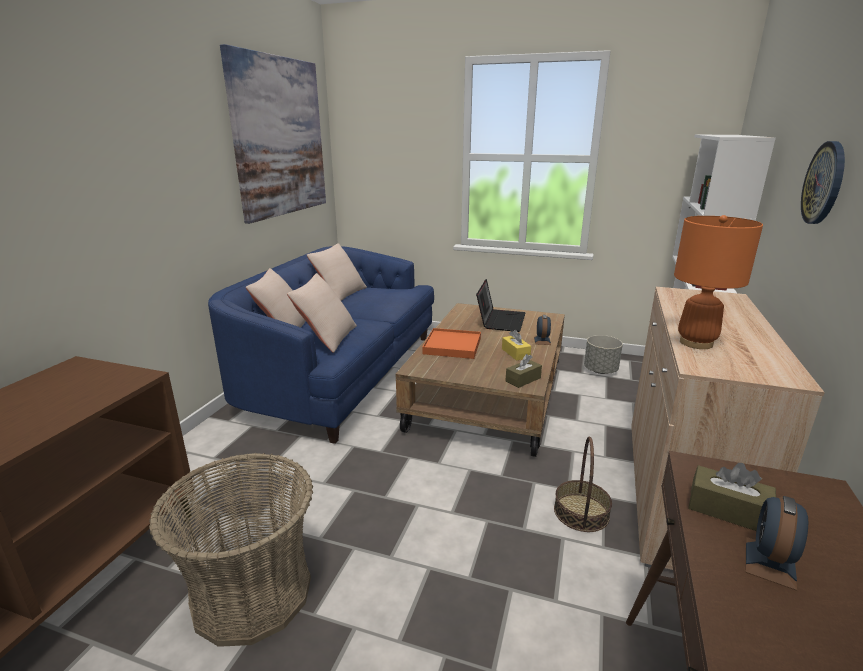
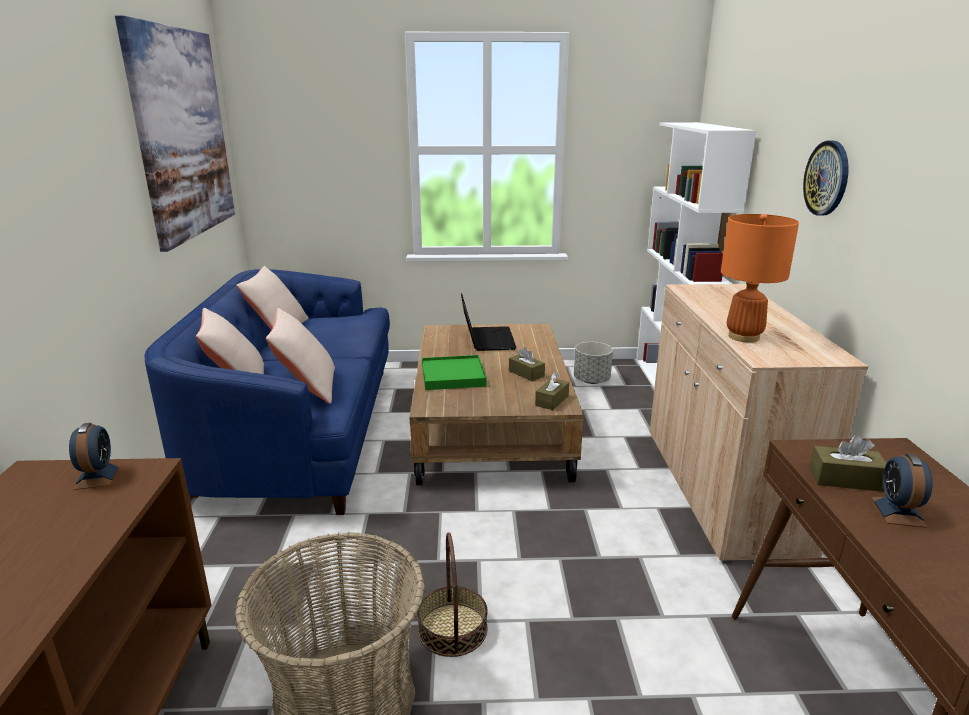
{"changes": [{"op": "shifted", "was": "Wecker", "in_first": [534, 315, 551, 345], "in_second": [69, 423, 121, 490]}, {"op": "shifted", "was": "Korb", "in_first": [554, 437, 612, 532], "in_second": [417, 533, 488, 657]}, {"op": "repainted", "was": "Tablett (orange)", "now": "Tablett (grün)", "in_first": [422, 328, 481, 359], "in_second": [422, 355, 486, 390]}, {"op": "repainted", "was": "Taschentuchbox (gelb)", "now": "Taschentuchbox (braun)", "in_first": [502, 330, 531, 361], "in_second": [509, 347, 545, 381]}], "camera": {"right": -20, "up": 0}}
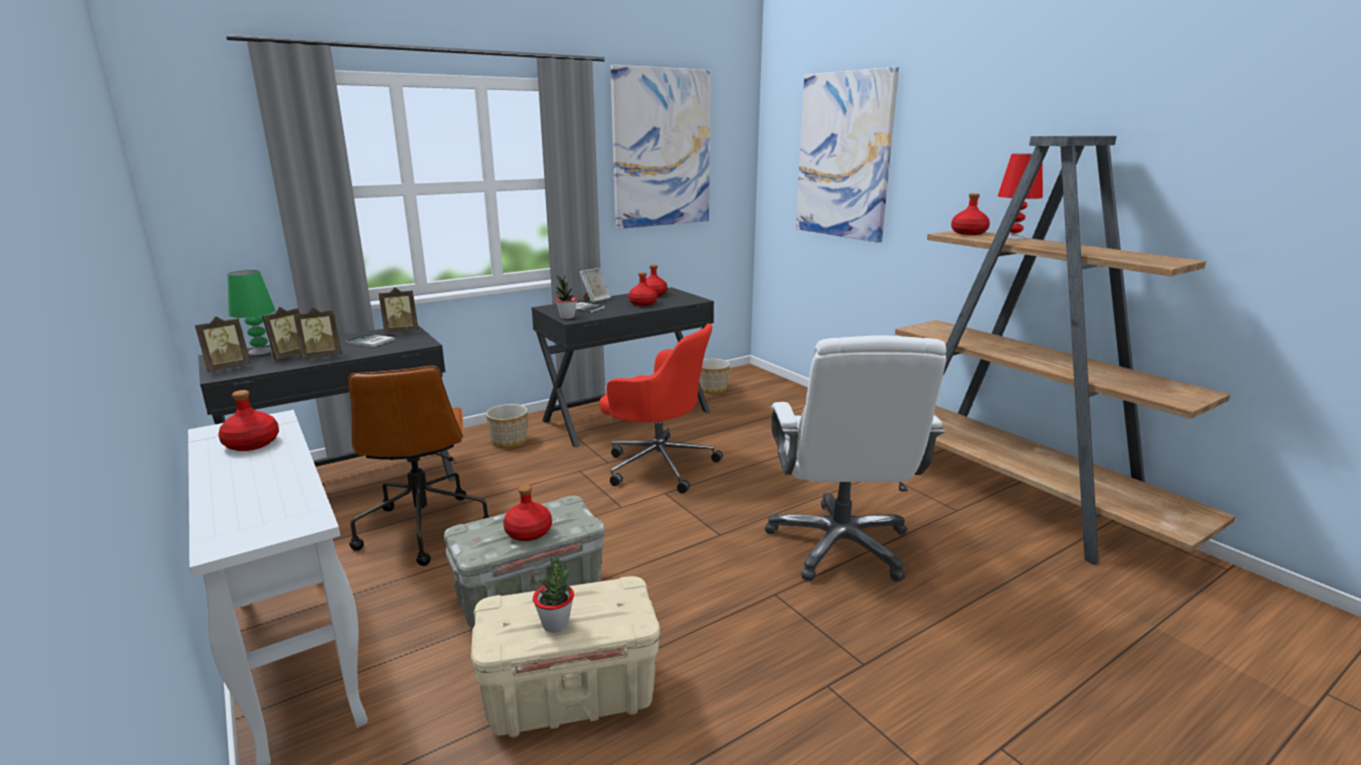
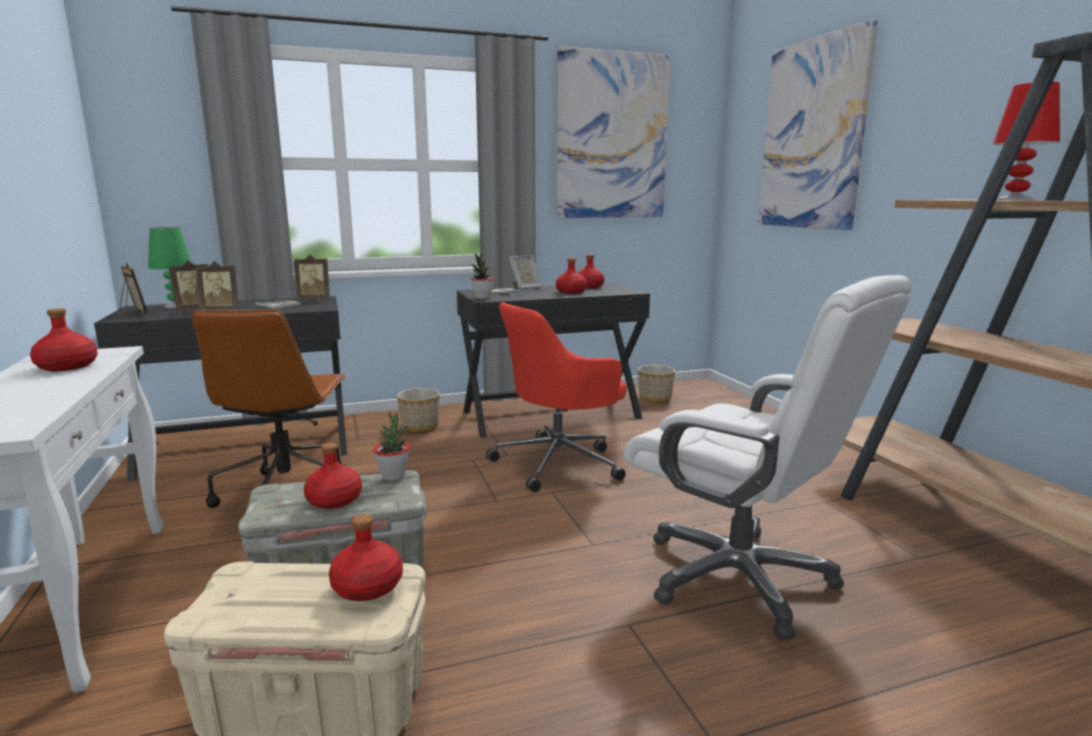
{"changes": [{"op": "shifted", "was": "Topfpflanze", "in_first": [533, 556, 574, 633], "in_second": [373, 412, 409, 480]}, {"op": "shifted", "was": "Flasche (rot)", "in_first": [951, 193, 990, 235], "in_second": [329, 514, 403, 601]}, {"op": "rotated", "was": "Bilderrahmen", "in_first": [195, 316, 251, 372], "in_second": [119, 263, 148, 317], "clockwise": -105}, {"op": "rotated", "was": "Bürostuhl (rot)", "in_first": [599, 323, 723, 493], "in_second": [486, 302, 627, 492], "clockwise": 105}, {"op": "rotated", "was": "Bürostuhl (weiß)", "in_first": [765, 335, 946, 582], "in_second": [624, 275, 912, 640], "clockwise": -60}], "camera": {"right": 15, "up": -5}}
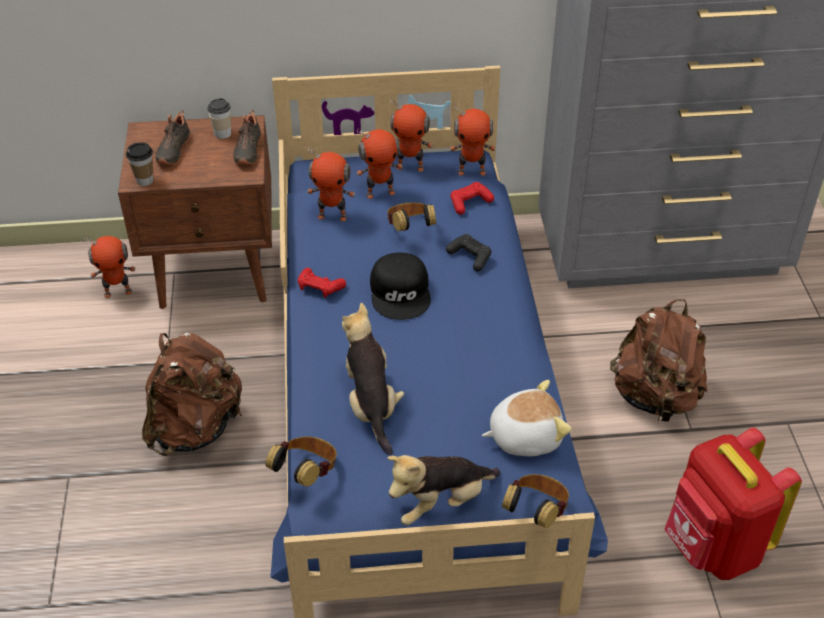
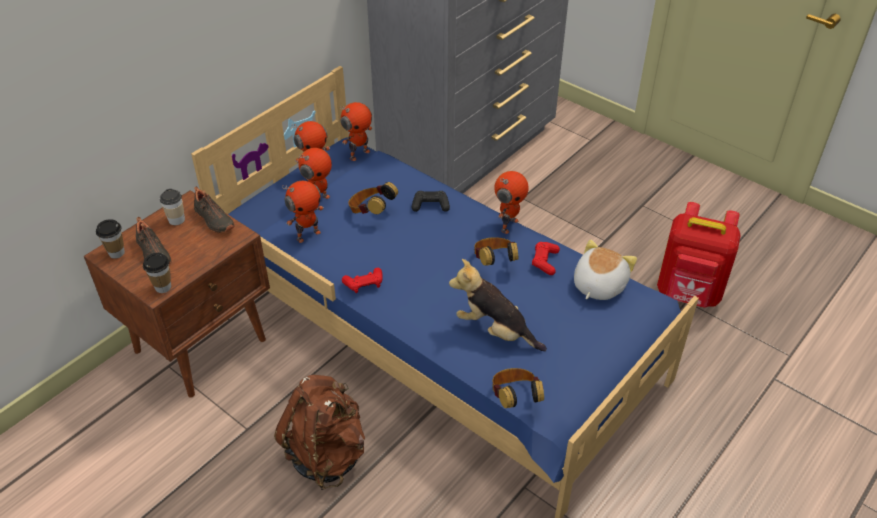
{"changes": [{"op": "gone", "was": "Kappe (schwarz)", "in_first": [370, 252, 431, 320]}, {"op": "gone", "was": "Plüschtier", "in_first": [388, 455, 501, 525]}, {"op": "gone", "was": "Rucksack (braun)", "in_first": [610, 299, 707, 423]}, {"op": "new", "now": "Tasse", "in_second": [96, 219, 125, 259]}, {"op": "shifted", "was": "Spielzeugroboter", "in_first": [84, 236, 135, 298], "in_second": [494, 171, 529, 234]}, {"op": "shifted", "was": "Gamepad (rot)", "in_first": [450, 182, 494, 215], "in_second": [532, 242, 560, 275]}, {"op": "shifted", "was": "Kopfhörer", "in_first": [502, 474, 569, 528], "in_second": [474, 237, 518, 265]}], "camera": {"right": -45, "up": 0}}
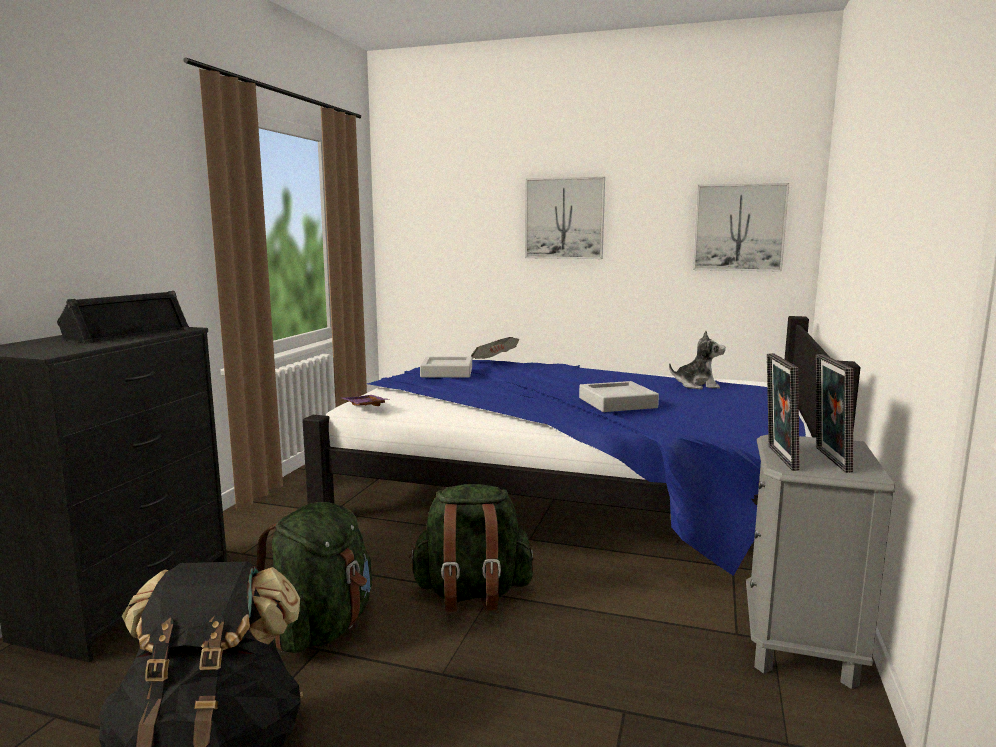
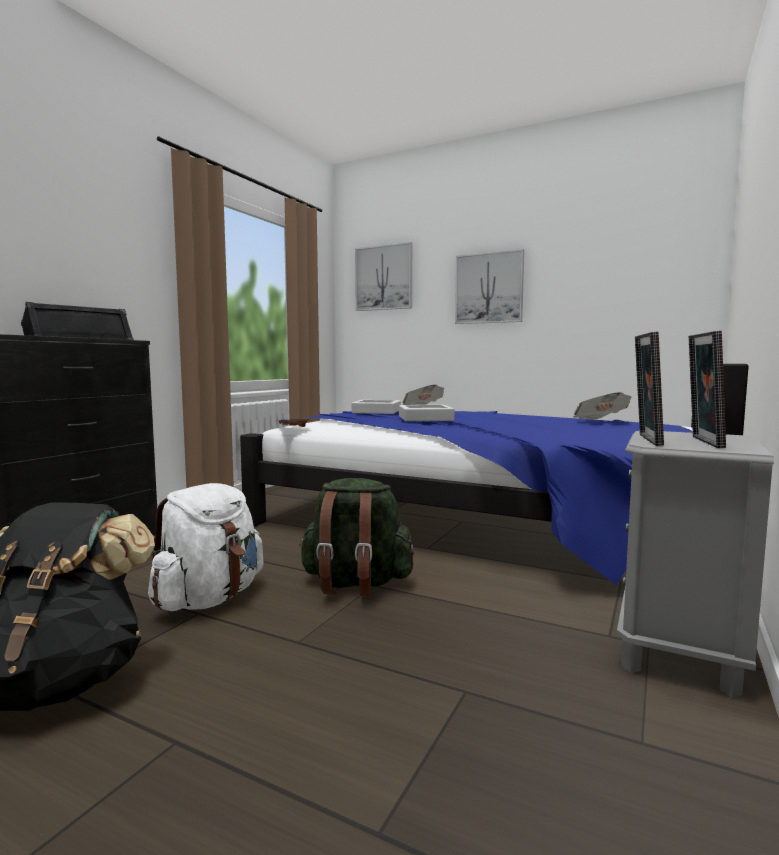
{"changes": [{"op": "shifted", "was": "Tablett (grau)", "in_first": [579, 381, 659, 412], "in_second": [399, 405, 454, 421]}, {"op": "shifted", "was": "Bild", "in_first": [693, 183, 789, 272], "in_second": [355, 242, 412, 311]}, {"op": "swapped", "was": "Plüschtier", "now": "Zeitung", "in_first": [669, 331, 726, 389], "in_second": [573, 392, 632, 420]}, {"op": "repainted", "was": "Rucksack (grün)", "now": "Rucksack (weiß)", "in_first": [256, 502, 372, 653], "in_second": [148, 483, 263, 611]}], "camera": {"right": 10, "up": -5}}
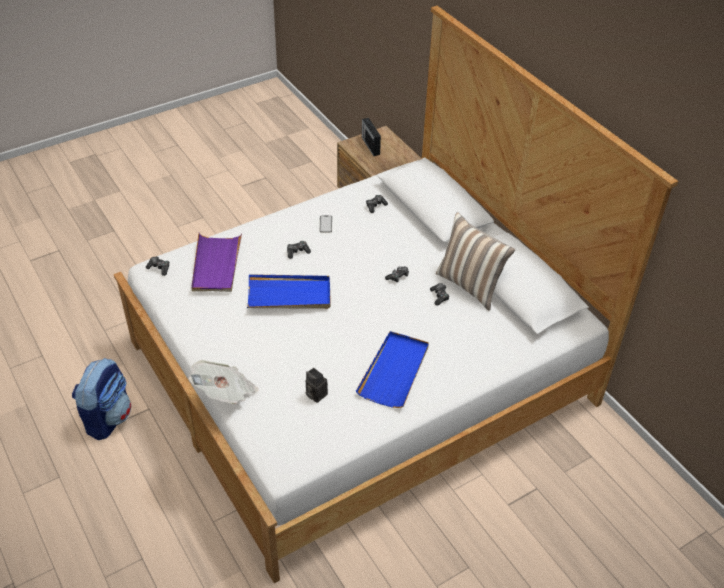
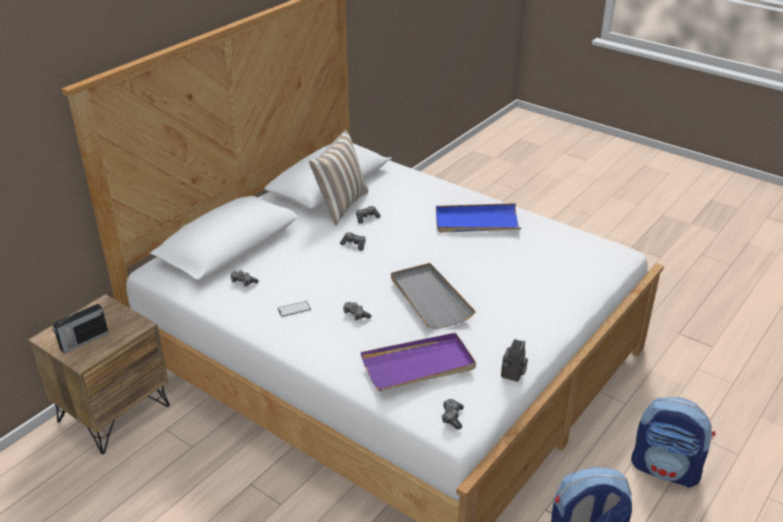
{"changes": [{"op": "gone", "was": "Zeitung", "in_first": [188, 360, 258, 404]}, {"op": "new", "now": "Rucksack", "in_second": [631, 397, 715, 488]}, {"op": "shifted", "was": "Kamera", "in_first": [306, 368, 328, 403], "in_second": [501, 339, 528, 382]}, {"op": "repainted", "was": "Tablett (blau)", "now": "Tablett (grau)", "in_first": [247, 274, 330, 309], "in_second": [391, 263, 476, 329]}], "camera": {"right": -110, "up": -10}}
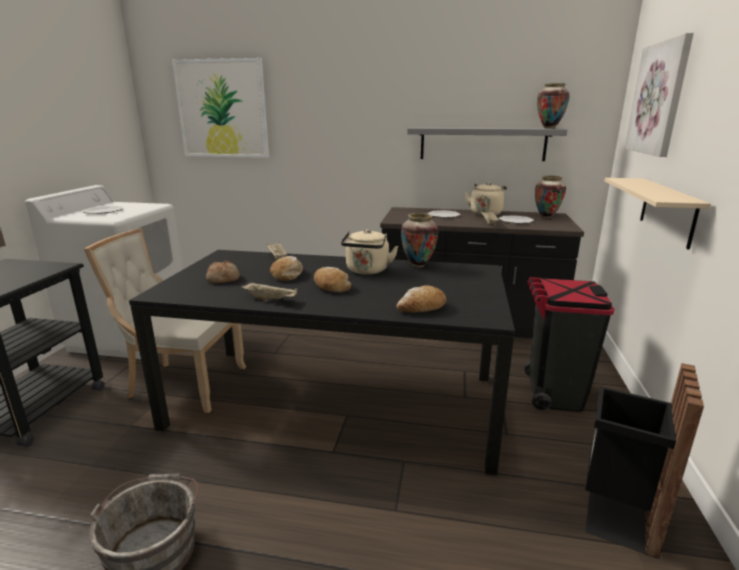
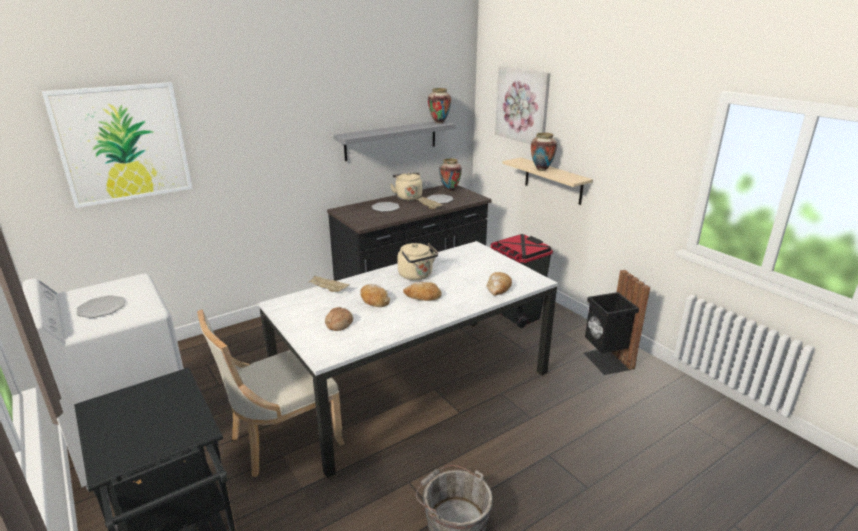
{"changes": [{"op": "gone", "was": "Tablett (beige)", "in_first": [241, 282, 298, 301]}, {"op": "shifted", "was": "Vase", "in_first": [401, 213, 438, 268], "in_second": [531, 132, 557, 171]}, {"op": "repainted", "was": "Esstisch (schwarz)", "now": "Esstisch (weiß)", "in_first": [129, 250, 515, 476], "in_second": [259, 241, 558, 479]}], "camera": {"right": -45, "up": 5}}
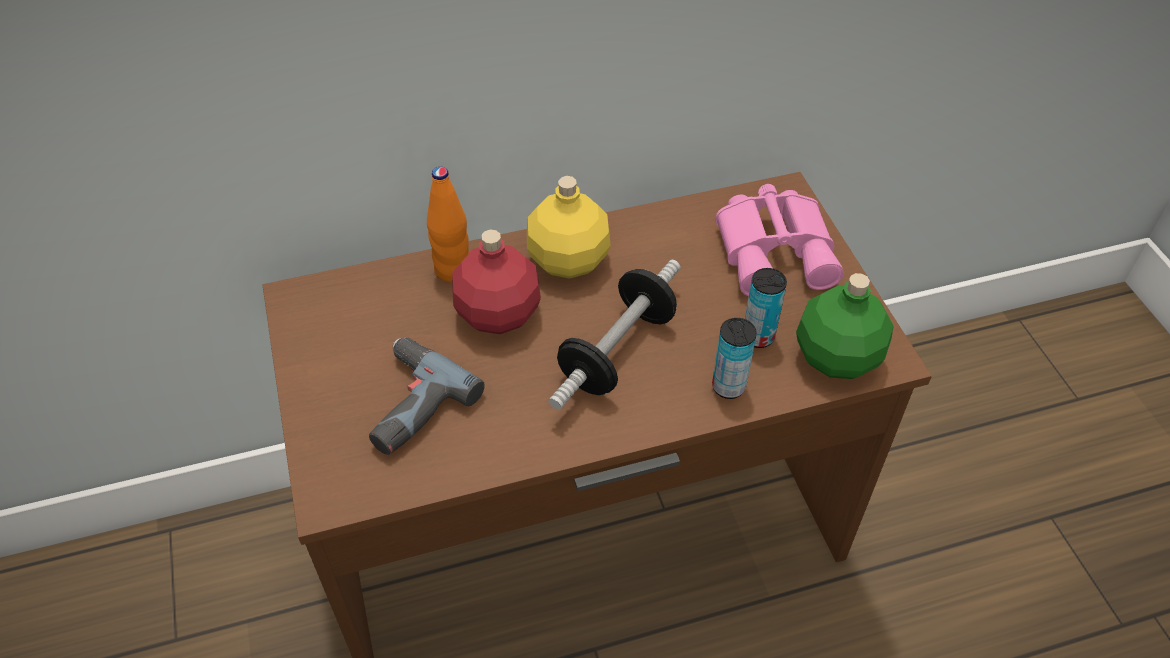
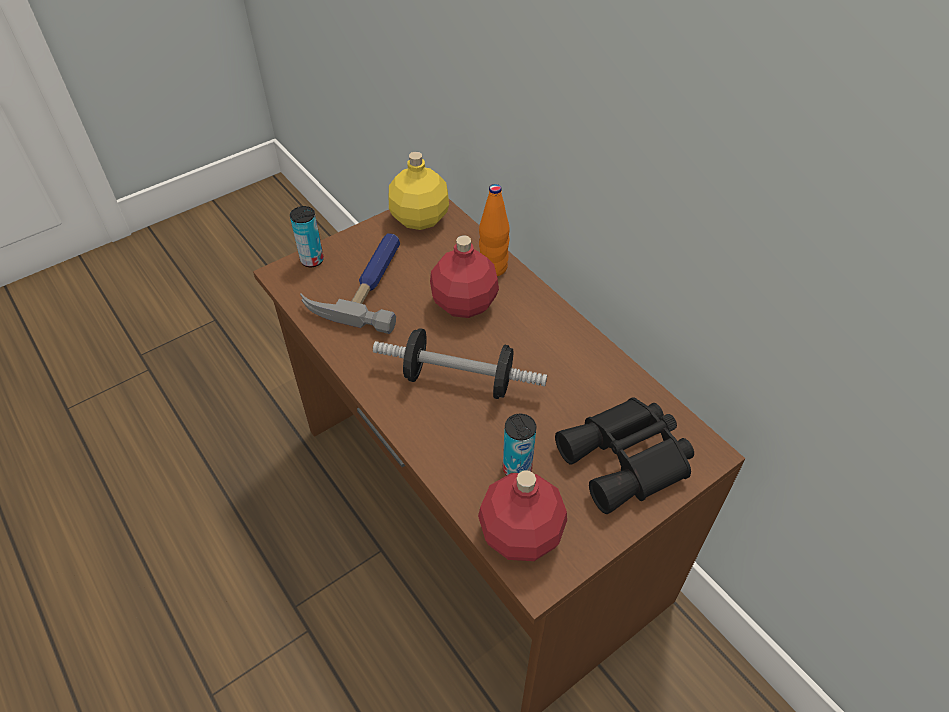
{"changes": [{"op": "shifted", "was": "Flasche (gelb)", "in_first": [527, 176, 611, 279], "in_second": [389, 151, 449, 230]}, {"op": "shifted", "was": "Dose", "in_first": [712, 318, 757, 399], "in_second": [290, 206, 324, 268]}, {"op": "swapped", "was": "Bohrmaschine", "now": "Hammer", "in_first": [369, 337, 484, 455], "in_second": [300, 233, 400, 334]}, {"op": "repainted", "was": "Fernglas (rosa)", "now": "Fernglas (schwarz)", "in_first": [715, 184, 844, 296], "in_second": [555, 397, 694, 514]}, {"op": "repainted", "was": "Flasche (grün)", "now": "Flasche (rot)", "in_first": [796, 273, 894, 379], "in_second": [478, 470, 567, 561]}], "camera": {"right": 70, "up": 0}}
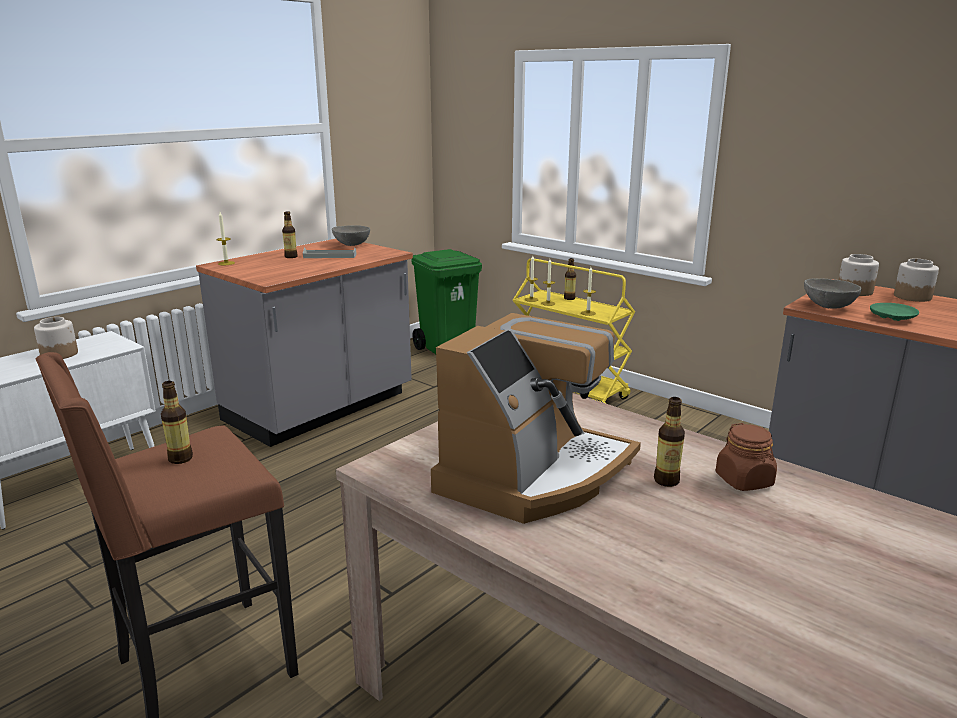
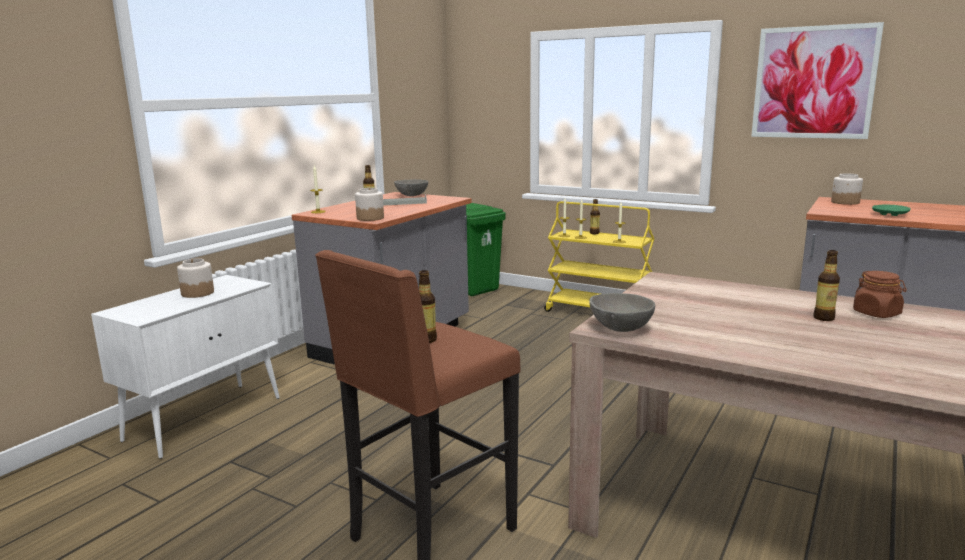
{"changes": [{"op": "gone", "was": "Kaffeemaschine", "in_first": [431, 313, 641, 524]}, {"op": "new", "now": "Bild", "in_second": [751, 22, 884, 139]}, {"op": "shifted", "was": "Schüssel (grau)", "in_first": [804, 279, 862, 309], "in_second": [589, 293, 655, 332]}, {"op": "shifted", "was": "Vorratsglas", "in_first": [894, 259, 939, 302], "in_second": [355, 188, 384, 221]}], "camera": {"right": -10, "up": -5}}
